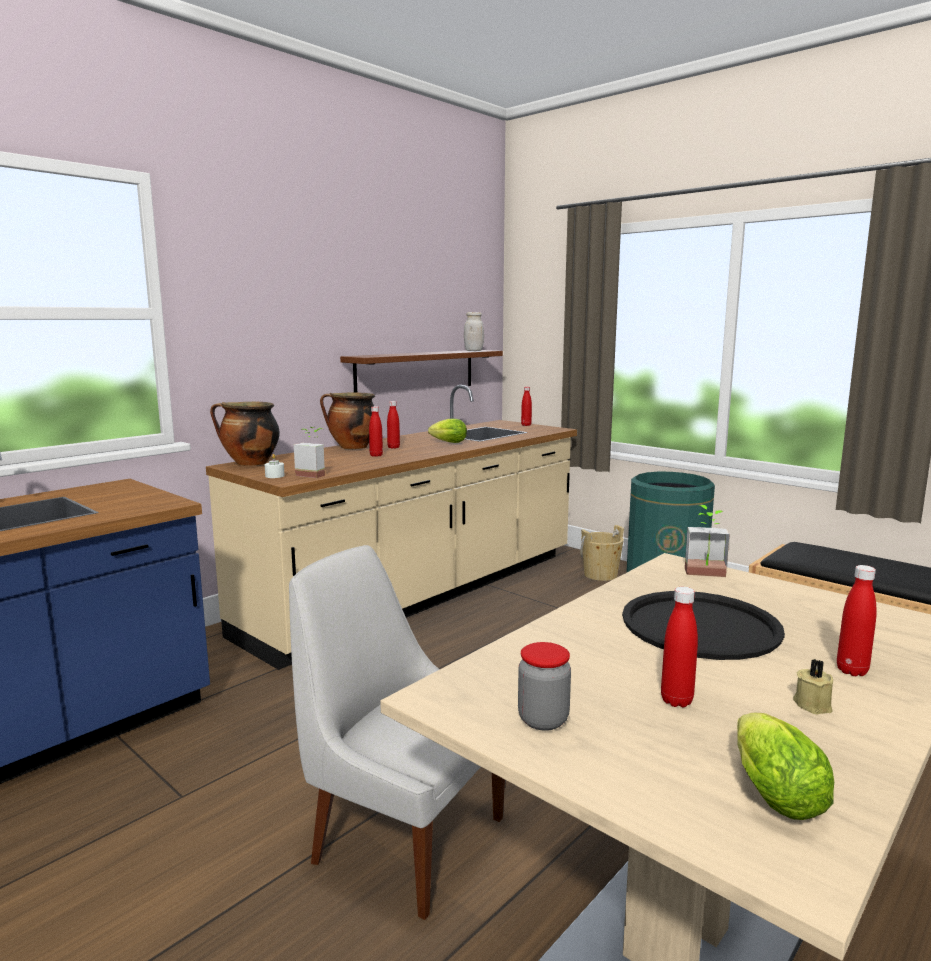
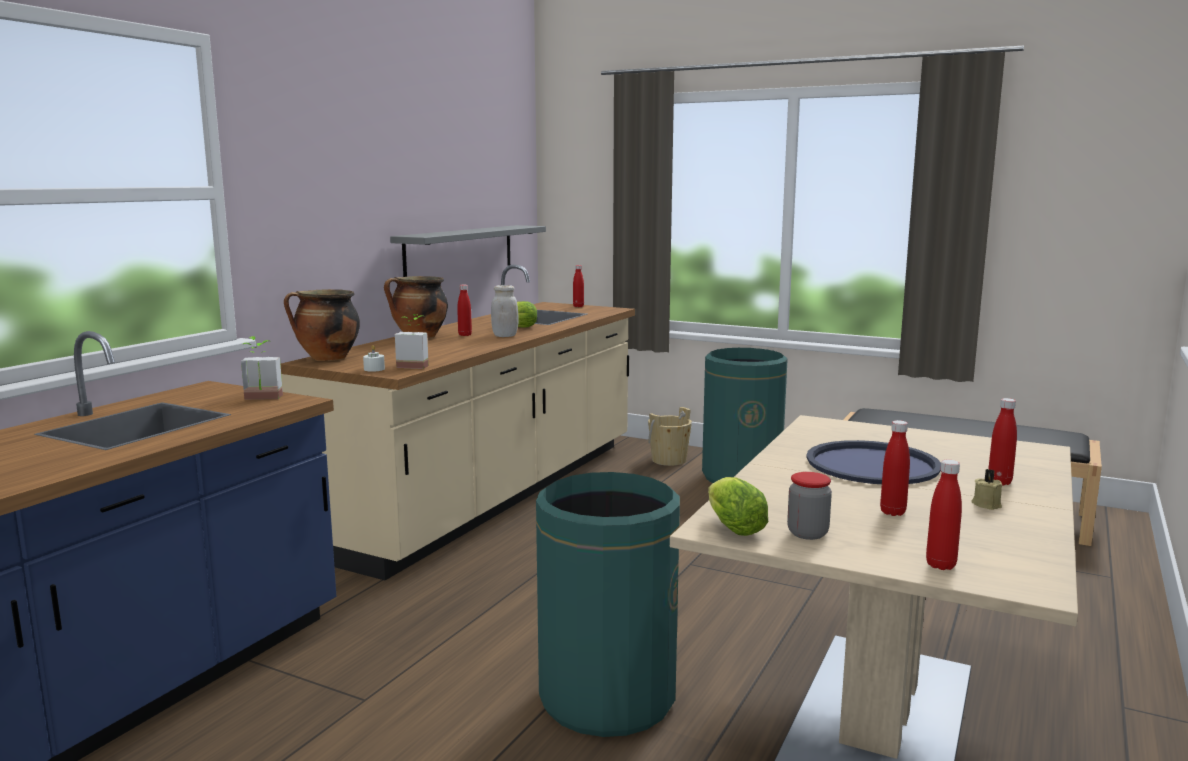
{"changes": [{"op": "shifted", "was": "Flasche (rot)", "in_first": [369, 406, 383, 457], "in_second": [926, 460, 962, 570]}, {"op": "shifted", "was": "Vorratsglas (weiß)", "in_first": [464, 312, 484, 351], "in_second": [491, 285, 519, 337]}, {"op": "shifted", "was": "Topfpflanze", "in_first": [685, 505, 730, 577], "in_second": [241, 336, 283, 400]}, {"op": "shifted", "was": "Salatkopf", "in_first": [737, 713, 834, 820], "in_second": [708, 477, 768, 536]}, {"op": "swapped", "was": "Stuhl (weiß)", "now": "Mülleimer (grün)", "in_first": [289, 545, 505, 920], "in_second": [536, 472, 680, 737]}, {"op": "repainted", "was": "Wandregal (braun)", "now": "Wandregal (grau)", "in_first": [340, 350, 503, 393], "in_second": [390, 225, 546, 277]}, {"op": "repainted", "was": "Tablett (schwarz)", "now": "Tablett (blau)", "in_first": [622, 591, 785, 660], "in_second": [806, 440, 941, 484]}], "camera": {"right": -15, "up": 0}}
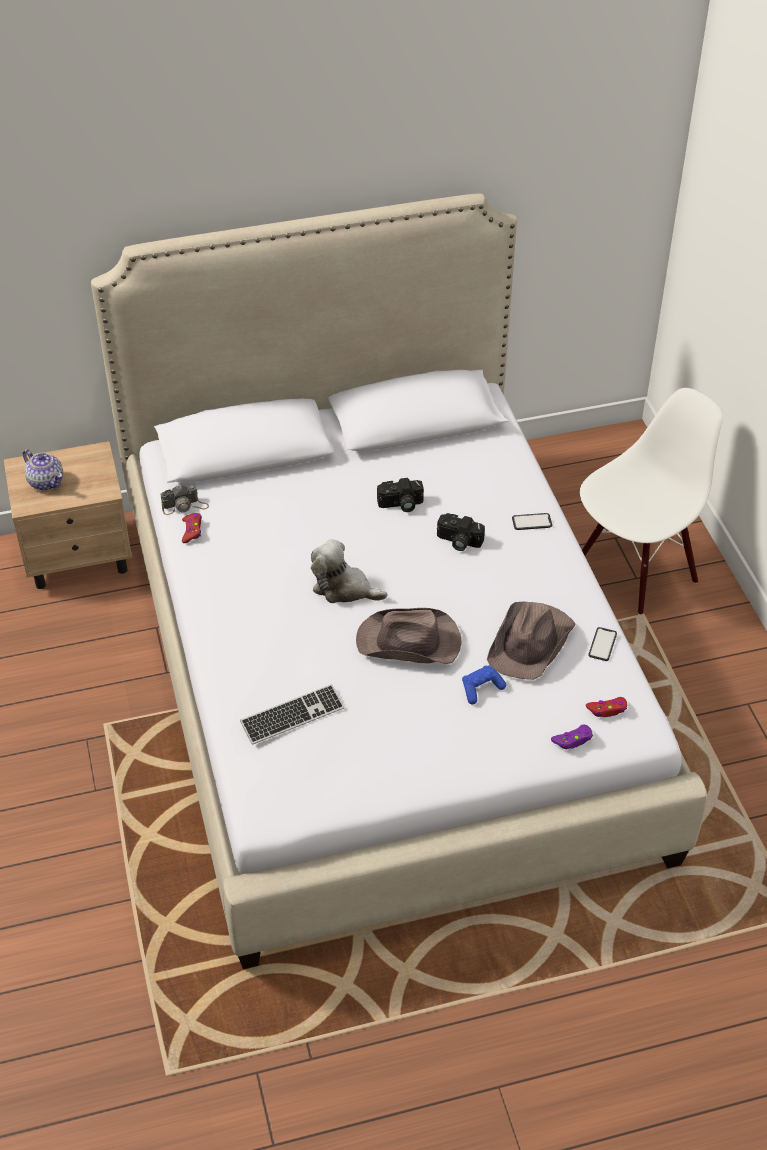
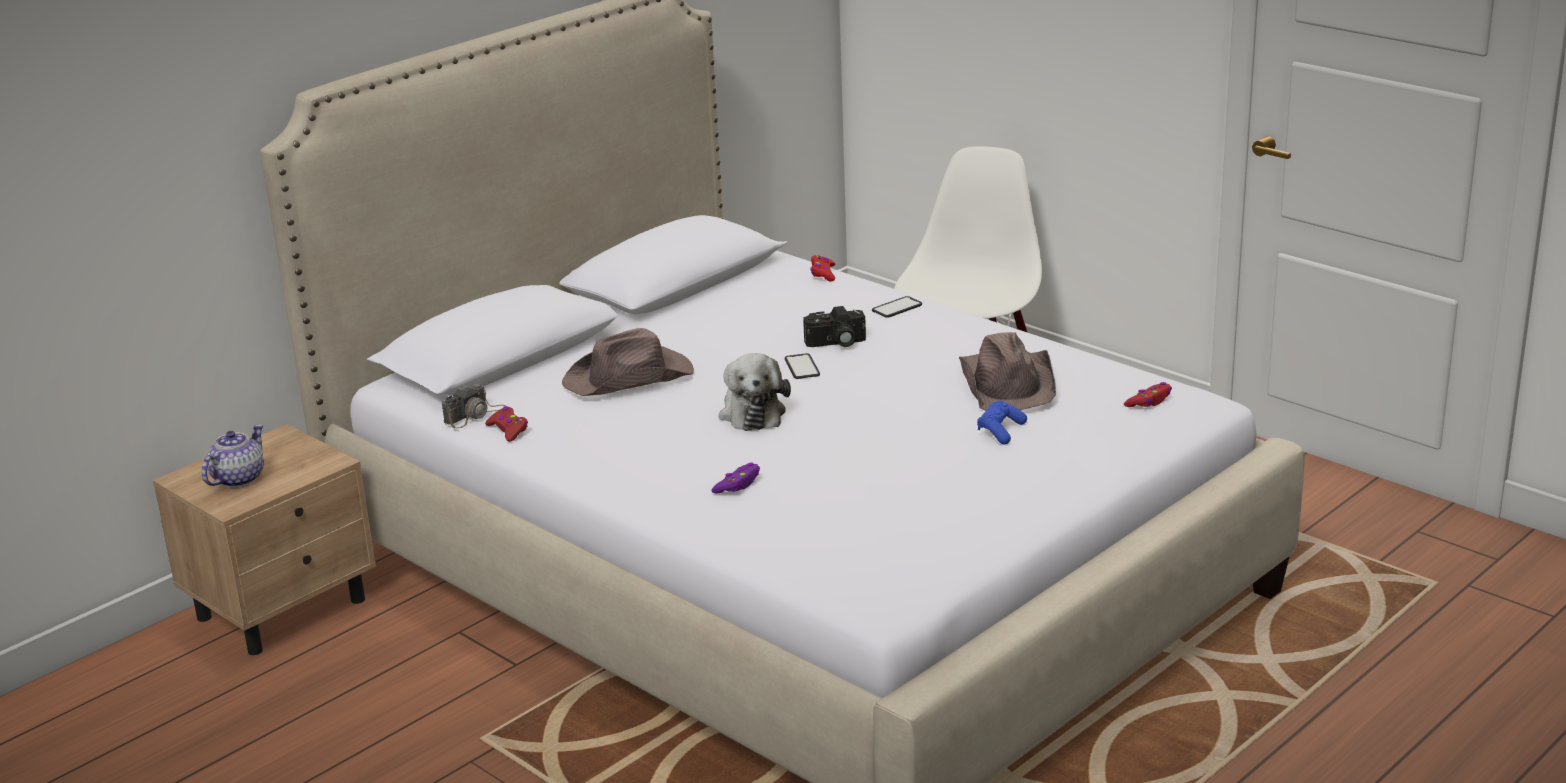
{"changes": [{"op": "gone", "was": "Tastatur", "in_first": [240, 684, 345, 745]}, {"op": "gone", "was": "Kamera", "in_first": [377, 478, 424, 512]}, {"op": "new", "now": "Gamepad (rot)", "in_second": [810, 255, 835, 281]}, {"op": "shifted", "was": "Hut (braun)", "in_first": [356, 608, 462, 664], "in_second": [562, 328, 694, 396]}, {"op": "shifted", "was": "Gamepad (lila)", "in_first": [551, 725, 593, 749], "in_second": [711, 463, 760, 494]}, {"op": "shifted", "was": "Handy", "in_first": [588, 627, 617, 661], "in_second": [785, 353, 820, 379]}, {"op": "rotated", "was": "Teekanne", "in_first": [23, 449, 63, 490], "in_second": [202, 424, 264, 487], "clockwise": -75}, {"op": "rotated", "was": "Plüschtier", "in_first": [311, 539, 387, 603], "in_second": [719, 353, 791, 431], "clockwise": -90}], "camera": {"right": -30, "up": -20}}
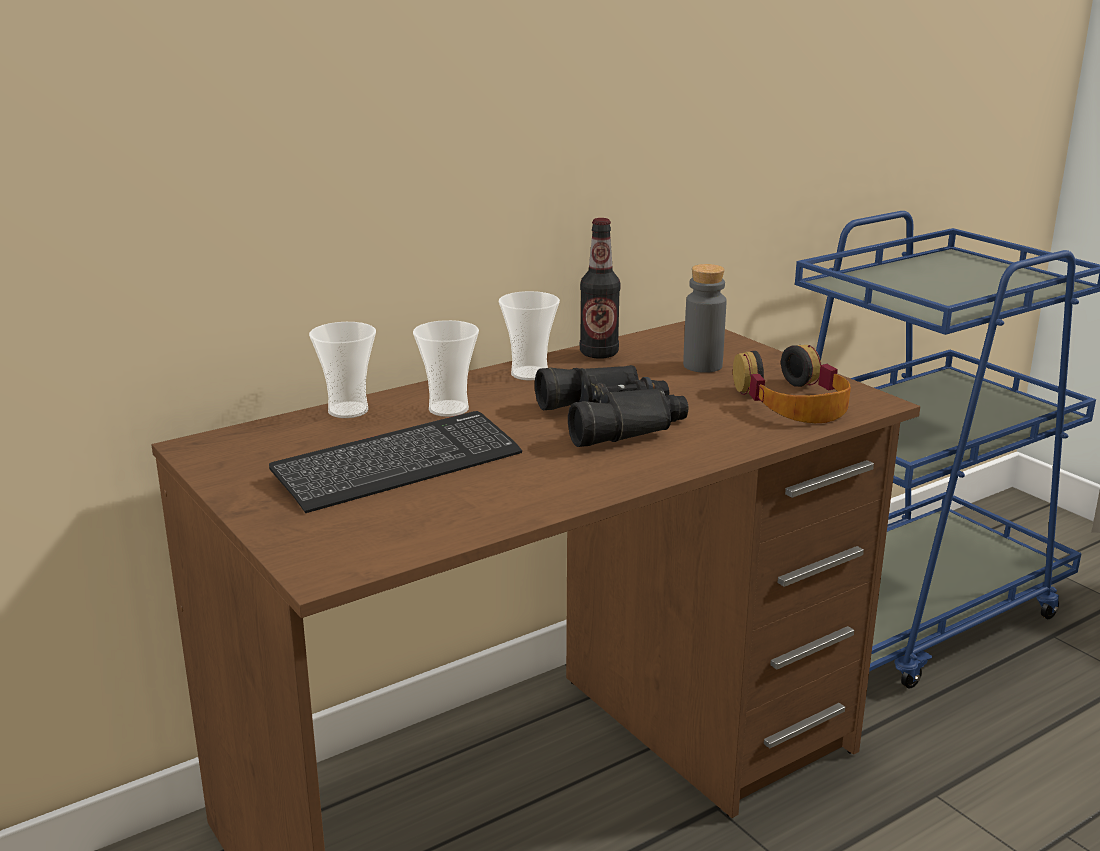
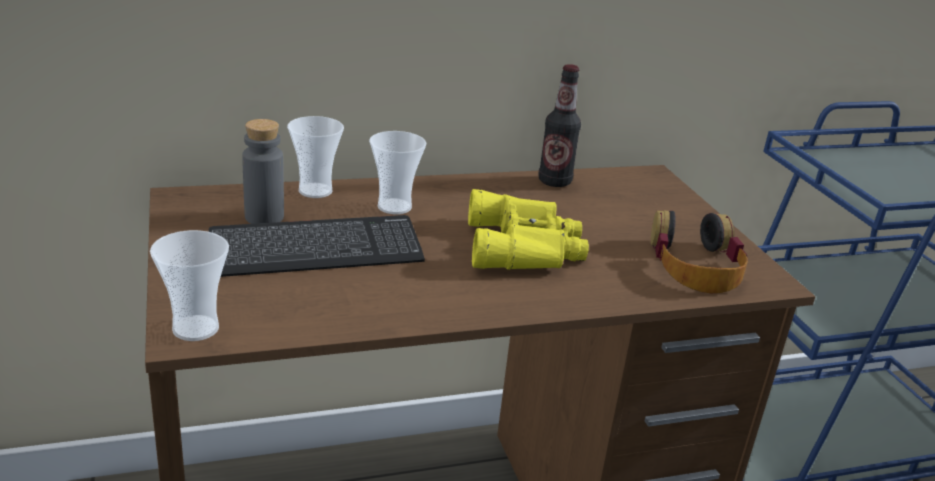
{"changes": [{"op": "shifted", "was": "Tasse", "in_first": [498, 291, 560, 380], "in_second": [150, 230, 229, 341]}, {"op": "shifted", "was": "Flasche (grau)", "in_first": [683, 264, 726, 373], "in_second": [242, 119, 284, 224]}, {"op": "repainted", "was": "Fernglas (schwarz)", "now": "Fernglas (gelb)", "in_first": [535, 365, 689, 447], "in_second": [468, 189, 589, 270]}], "camera": {"right": 15, "up": 5}}
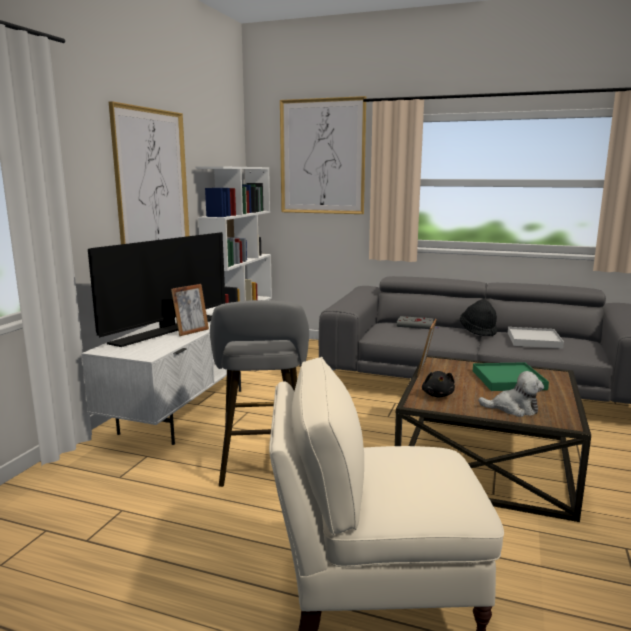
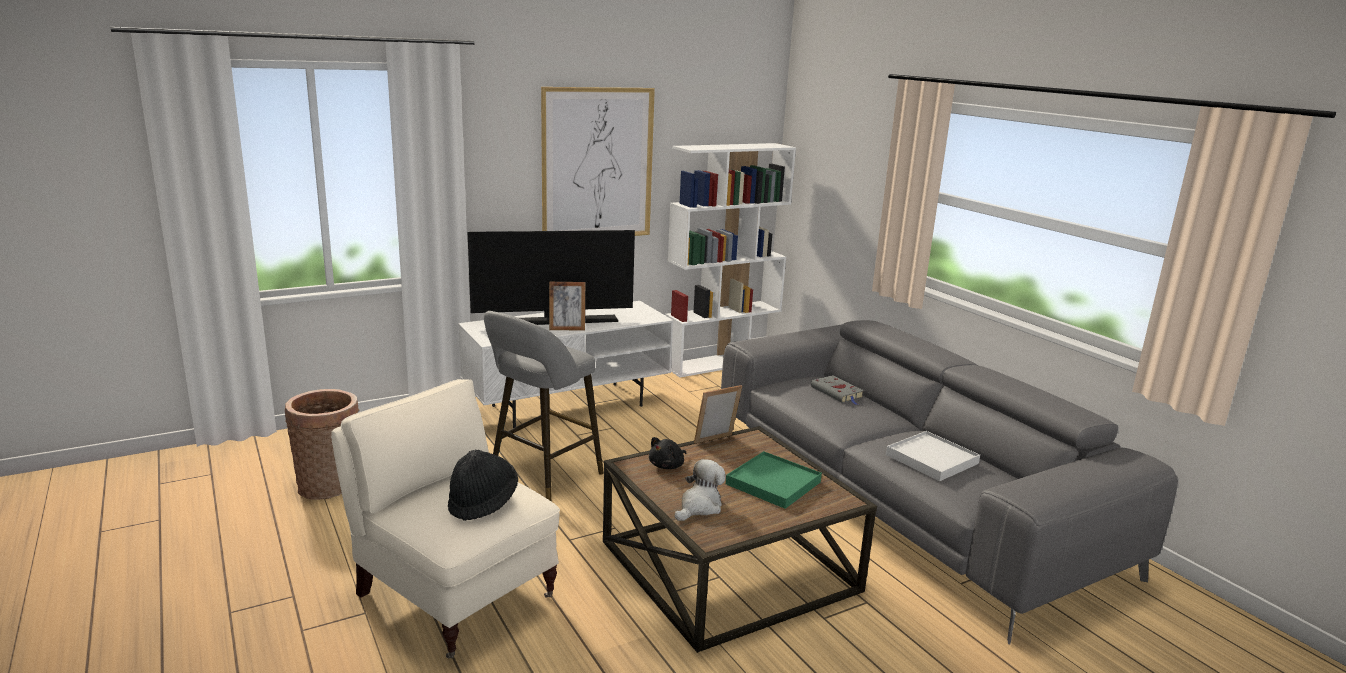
{"changes": [{"op": "gone", "was": "Bild", "in_first": [280, 96, 366, 214]}, {"op": "new", "now": "Korb", "in_second": [285, 389, 359, 500]}, {"op": "shifted", "was": "Hut (schwarz)", "in_first": [460, 300, 497, 336], "in_second": [448, 449, 518, 521]}, {"op": "rotated", "was": "Plüschtier", "in_first": [478, 371, 544, 417], "in_second": [675, 459, 726, 521], "clockwise": -105}], "camera": {"right": 40, "up": 5}}
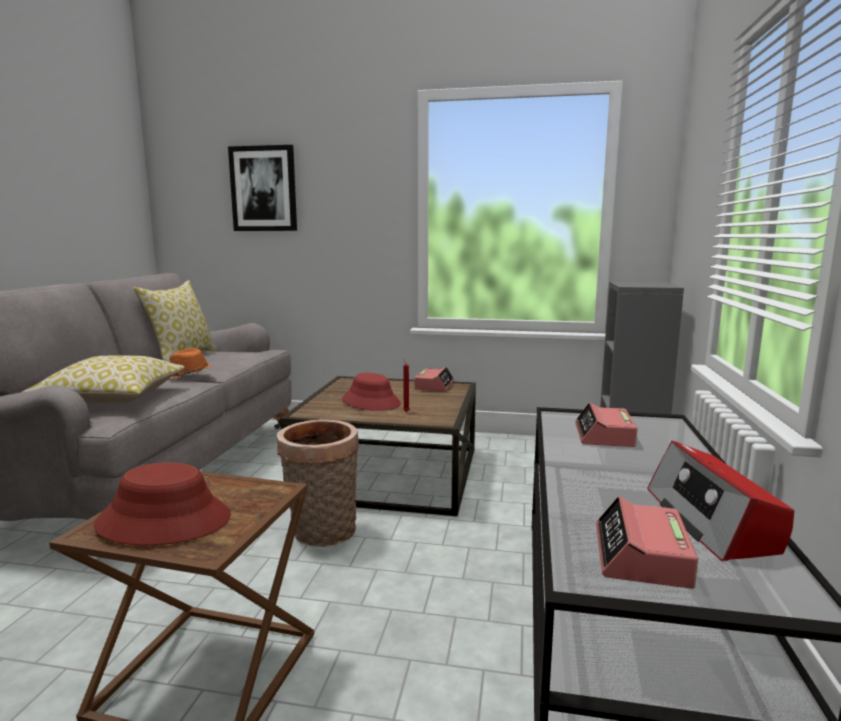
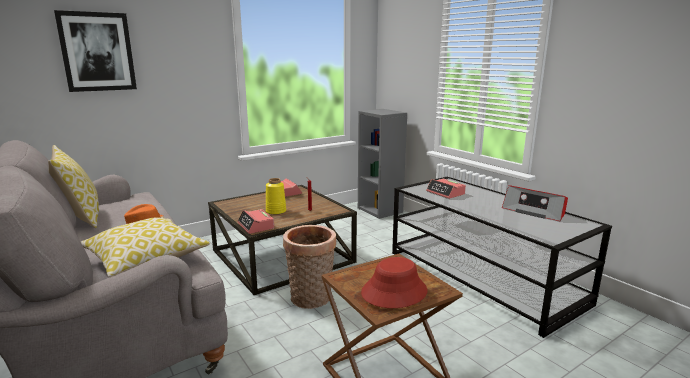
{"changes": [{"op": "shifted", "was": "Wecker", "in_first": [596, 496, 698, 589], "in_second": [238, 209, 274, 234]}, {"op": "swapped", "was": "Hut (rot)", "now": "Vase (gelb)", "in_first": [342, 373, 401, 411], "in_second": [266, 178, 286, 215]}], "camera": {"right": -45, "up": 5}}
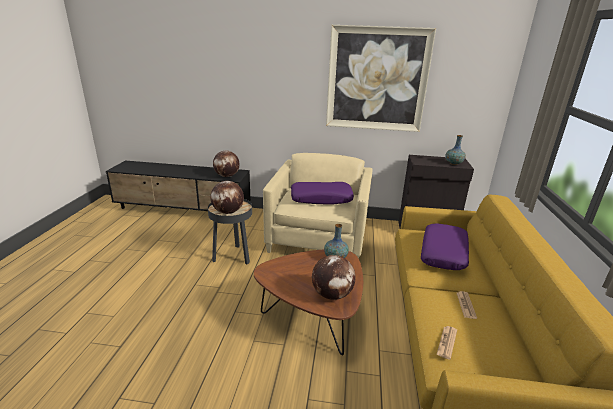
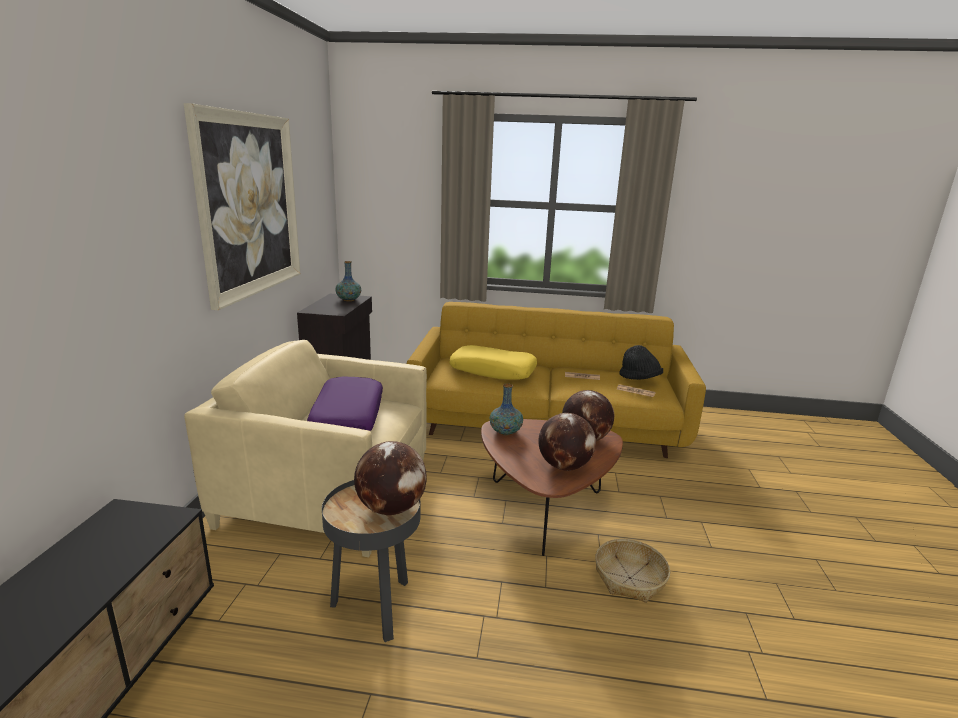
{"changes": [{"op": "new", "now": "Korb", "in_second": [595, 539, 670, 603]}, {"op": "new", "now": "Hut (schwarz)", "in_second": [619, 345, 663, 380]}, {"op": "shifted", "was": "Globus", "in_first": [213, 151, 240, 177], "in_second": [538, 413, 596, 471]}, {"op": "repainted", "was": "Kissen (lila)", "now": "Kissen (gelb)", "in_first": [421, 223, 469, 270], "in_second": [449, 345, 537, 380]}], "camera": {"right": -90, "up": -5}}
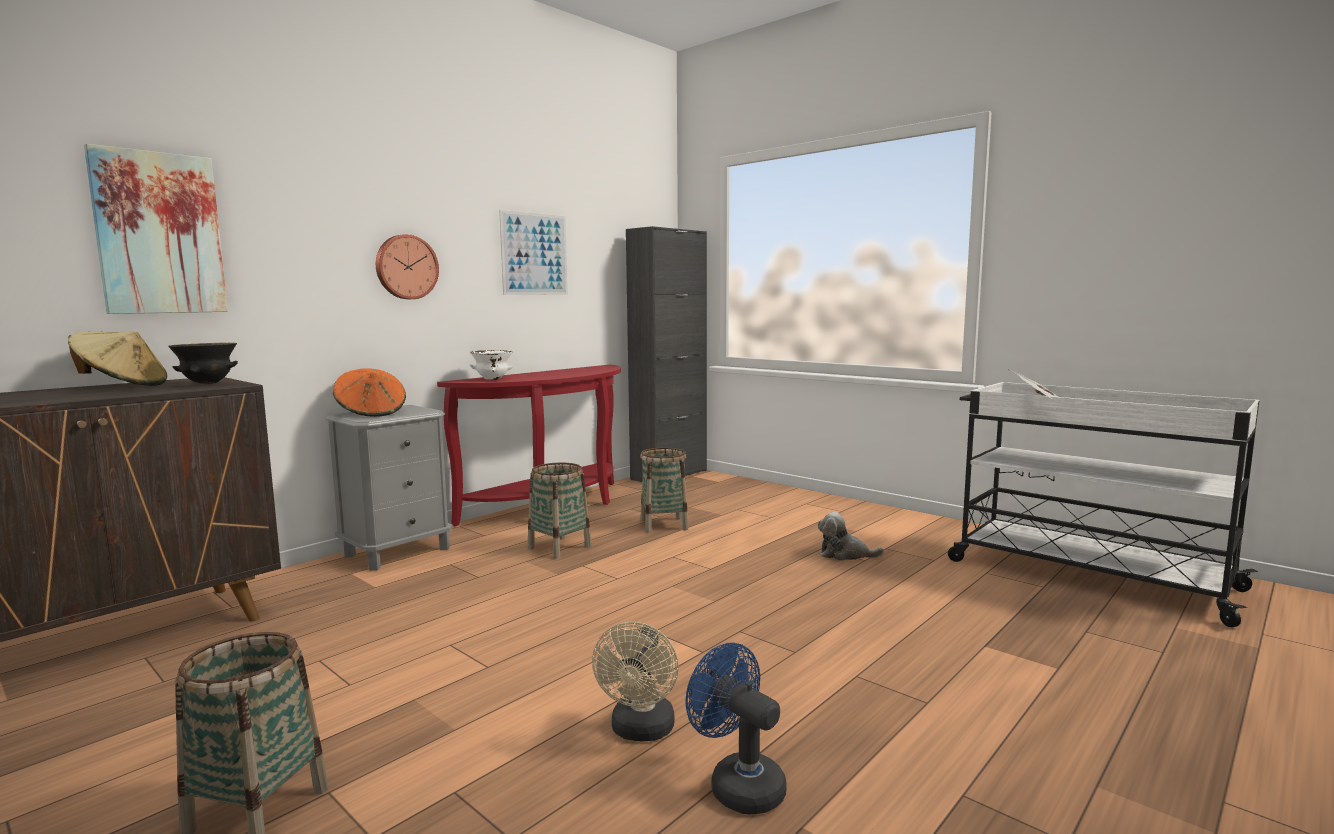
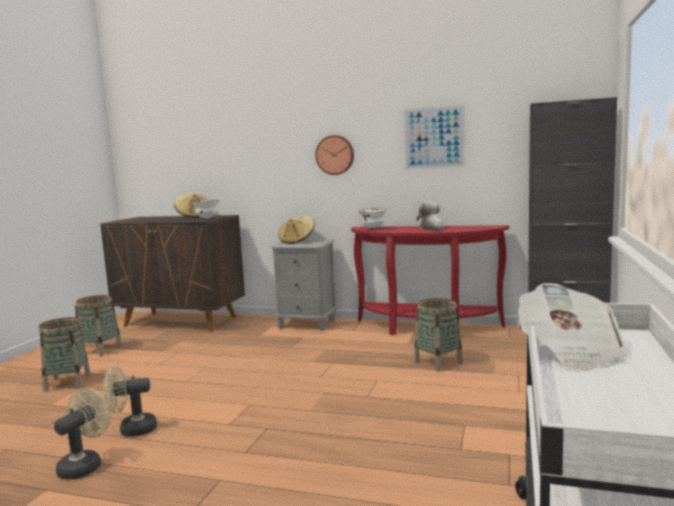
{"changes": [{"op": "gone", "was": "Bild", "in_first": [84, 144, 228, 314]}, {"op": "shifted", "was": "Korb", "in_first": [528, 463, 591, 559], "in_second": [75, 295, 122, 357]}, {"op": "shifted", "was": "Plüschtier", "in_first": [818, 512, 884, 561], "in_second": [417, 202, 444, 231]}, {"op": "repainted", "was": "Schüssel (schwarz)", "now": "Schüssel (weiß)", "in_first": [168, 342, 238, 384], "in_second": [192, 200, 220, 219]}, {"op": "repainted", "was": "Hut (orange)", "now": "Hut (beige)", "in_first": [333, 368, 406, 417], "in_second": [279, 216, 315, 244]}, {"op": "repainted", "was": "Ventilator (blau)", "now": "Ventilator (beige)", "in_first": [685, 642, 787, 814], "in_second": [54, 388, 111, 480]}], "camera": {"right": 65, "up": 0}}
